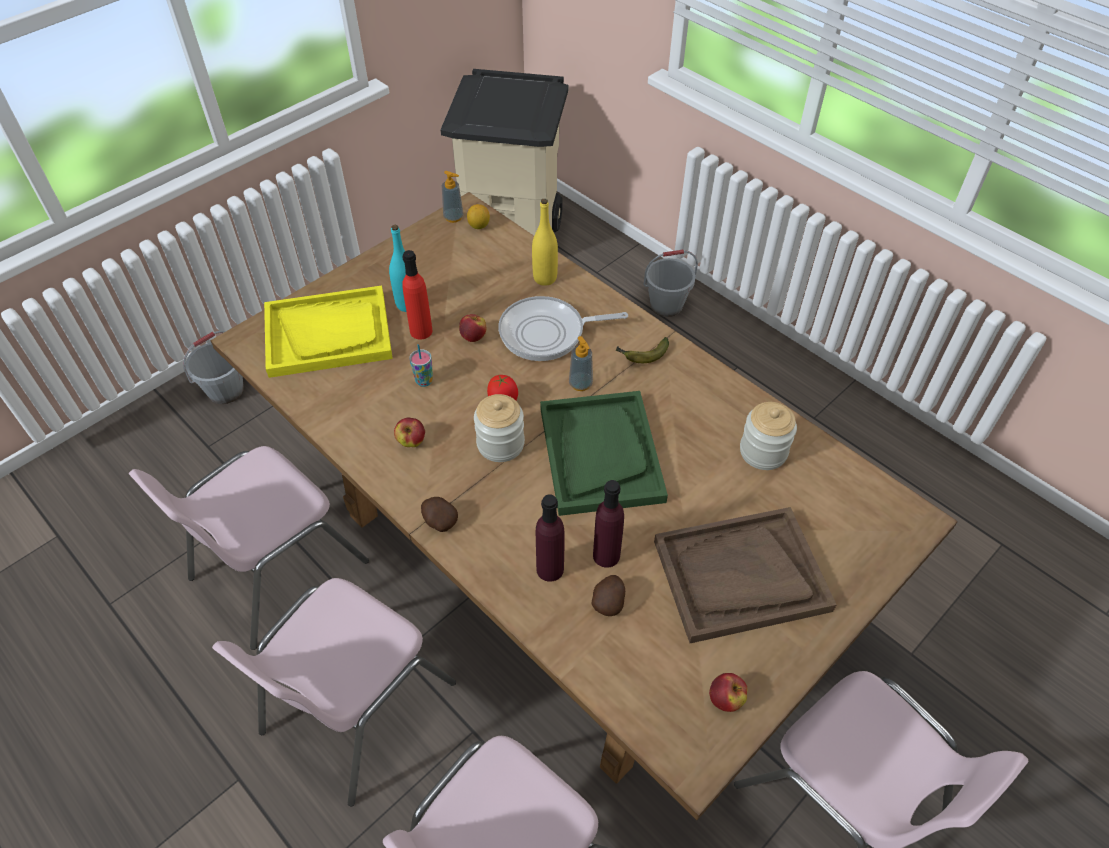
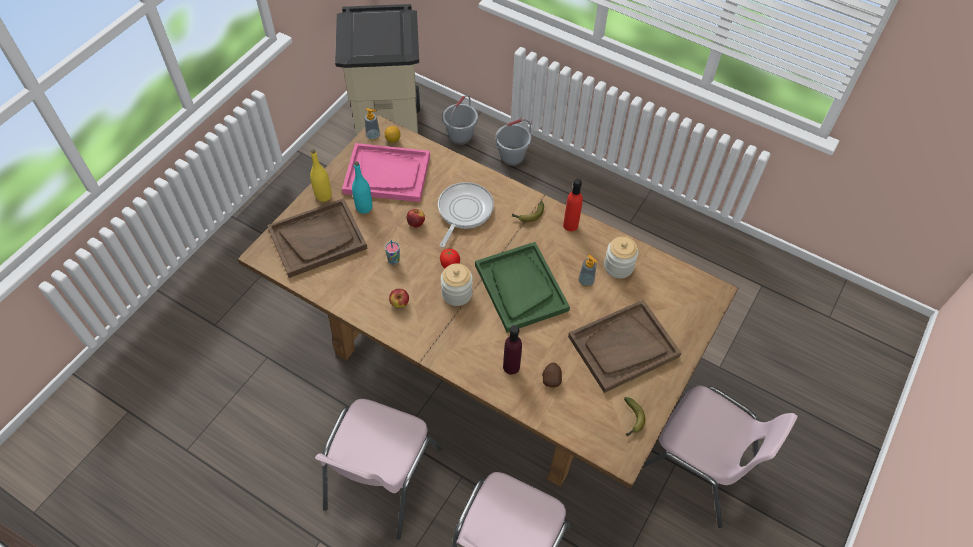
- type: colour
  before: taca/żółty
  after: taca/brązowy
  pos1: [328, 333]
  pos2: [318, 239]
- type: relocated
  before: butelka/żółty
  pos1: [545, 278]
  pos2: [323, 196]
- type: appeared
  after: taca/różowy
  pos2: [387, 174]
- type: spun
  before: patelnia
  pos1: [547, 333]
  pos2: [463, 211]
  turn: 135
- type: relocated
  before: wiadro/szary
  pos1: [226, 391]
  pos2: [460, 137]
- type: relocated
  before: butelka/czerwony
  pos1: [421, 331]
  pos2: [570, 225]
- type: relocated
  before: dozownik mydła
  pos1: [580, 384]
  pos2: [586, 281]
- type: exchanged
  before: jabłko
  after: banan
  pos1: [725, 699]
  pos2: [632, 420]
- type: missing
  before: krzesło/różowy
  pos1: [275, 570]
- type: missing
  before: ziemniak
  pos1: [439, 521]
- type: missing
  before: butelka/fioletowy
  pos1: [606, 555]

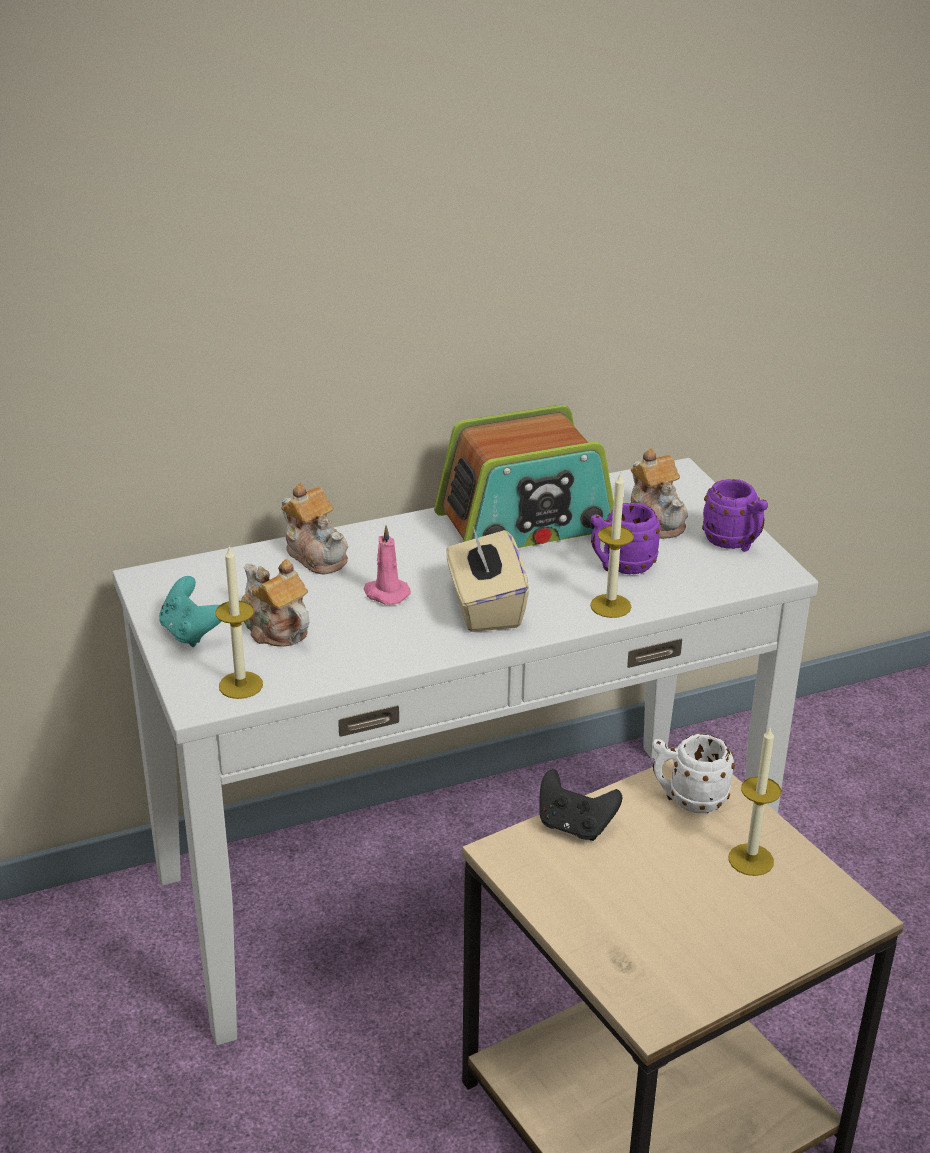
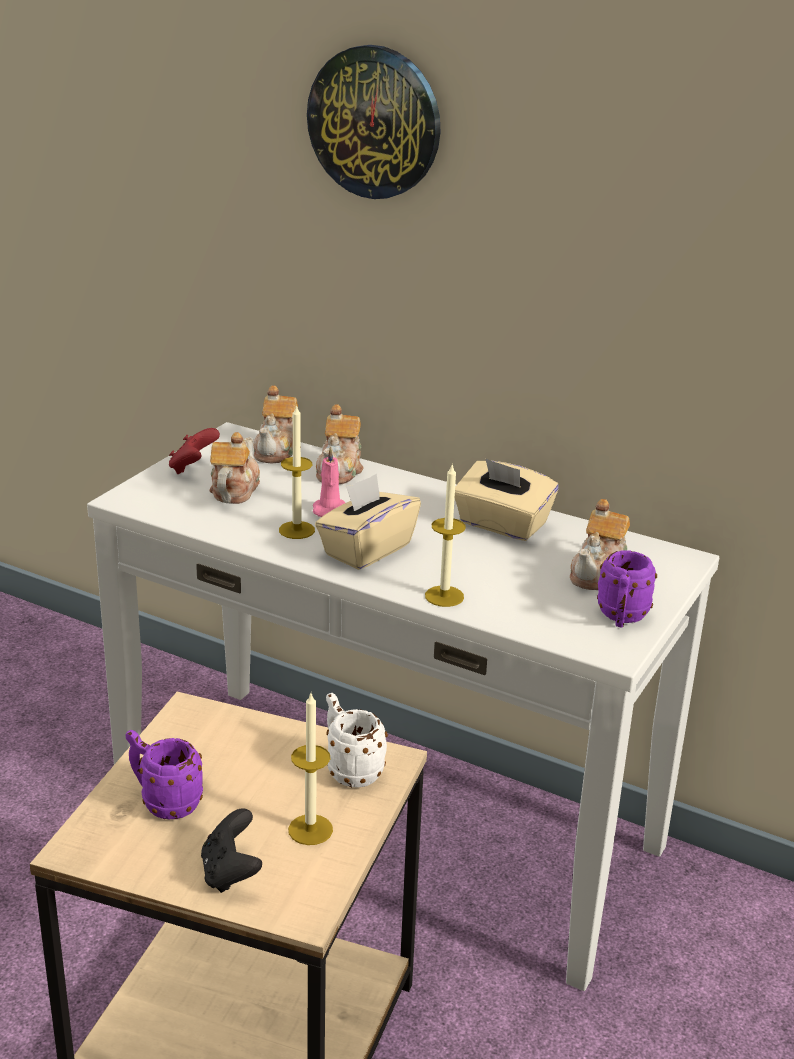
- type: relocated
  before: kubek/fioletowy
  pos1: [621, 566]
  pos2: [164, 802]
- type: colour
  before: pad do gier/turkusowy
  after: pad do gier/czerwony
  pos1: [191, 632]
  pos2: [193, 468]
- type: relocated
  before: pad do gier/czarny
  pos1: [574, 826]
  pos2: [230, 873]
- type: appeared
  after: imbryk
  pos2: [278, 450]
- type: relocated
  before: świeca
  pos1: [240, 685]
  pos2: [296, 530]
- type: appeared
  after: zegar ścienny
  pos2: [375, 122]
- type: exchanged
  before: radio
  after: pudełko chusteczek/beżowy
  pos1: [525, 523]
  pos2: [502, 525]

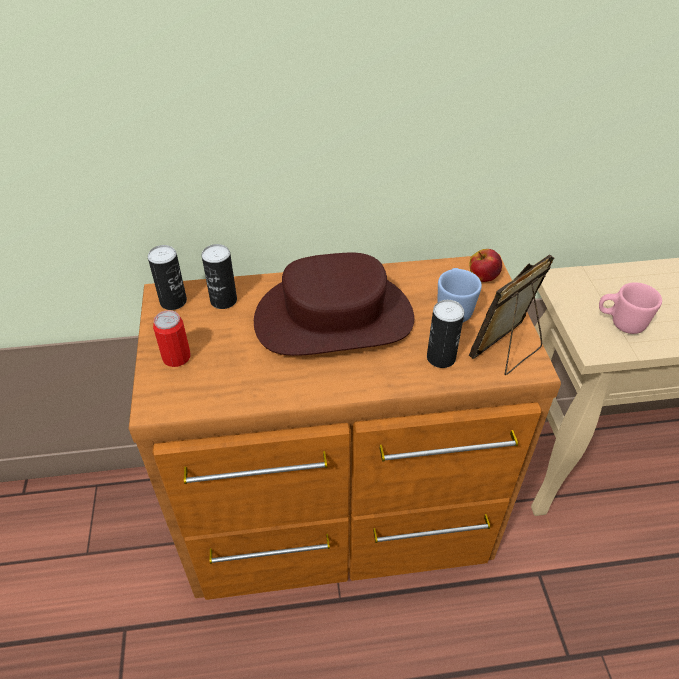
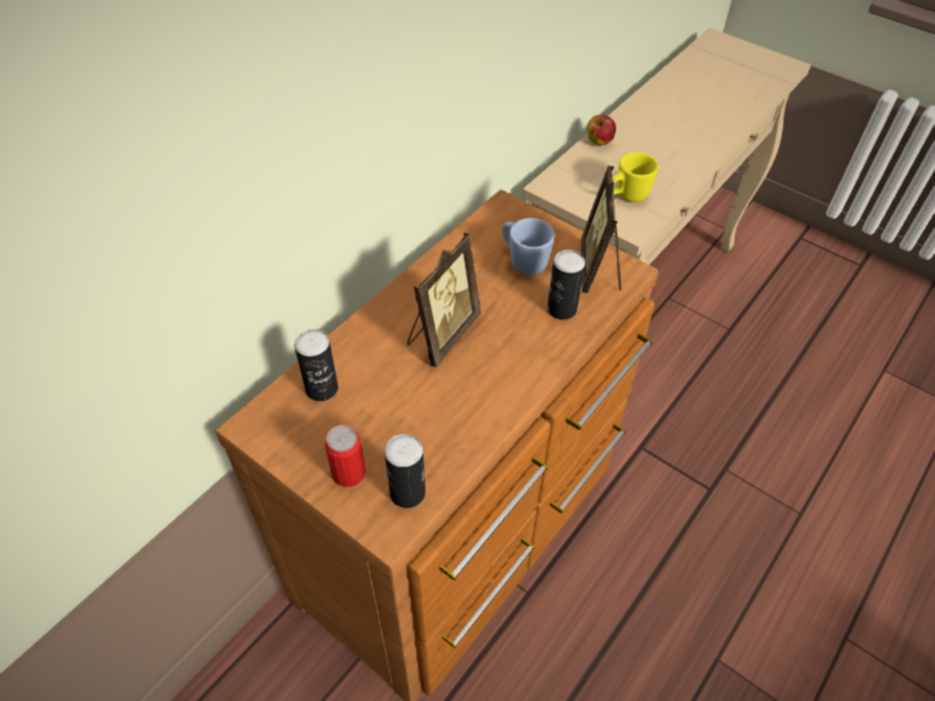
- type: relocated
  before: puszka
  pos1: [173, 301]
  pos2: [407, 492]
- type: exchanged
  before: kapelusz/brązowy
  after: ramka na zdjęcie
  pos1: [334, 318]
  pos2: [441, 334]
- type: relocated
  before: jabłko
  pos1: [482, 277]
  pos2: [599, 142]
- type: colour
  before: kubek/różowy
  after: kubek/żółty
  pos1: [620, 323]
  pos2: [626, 196]

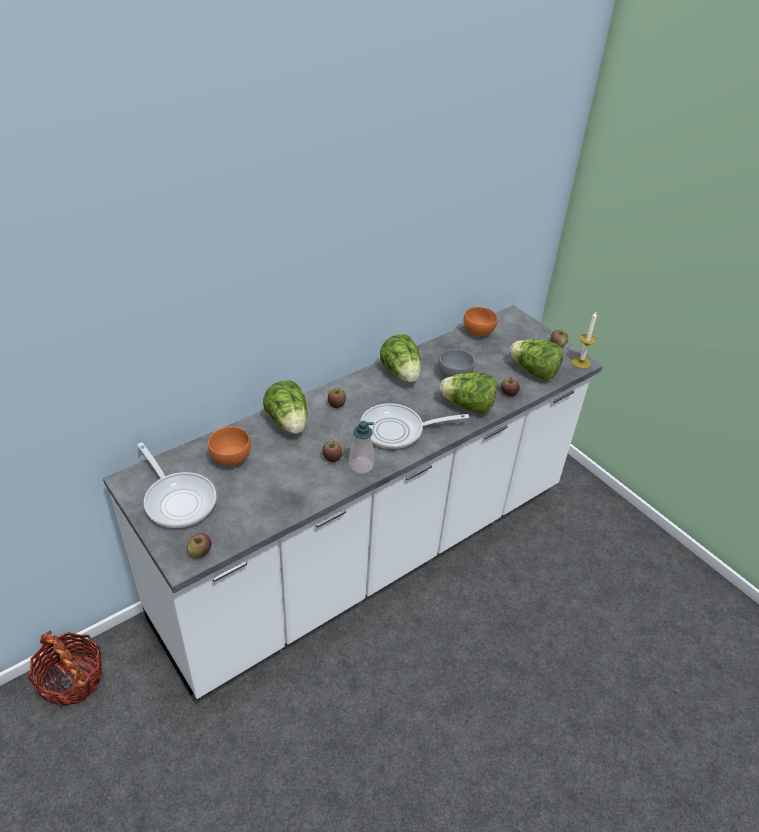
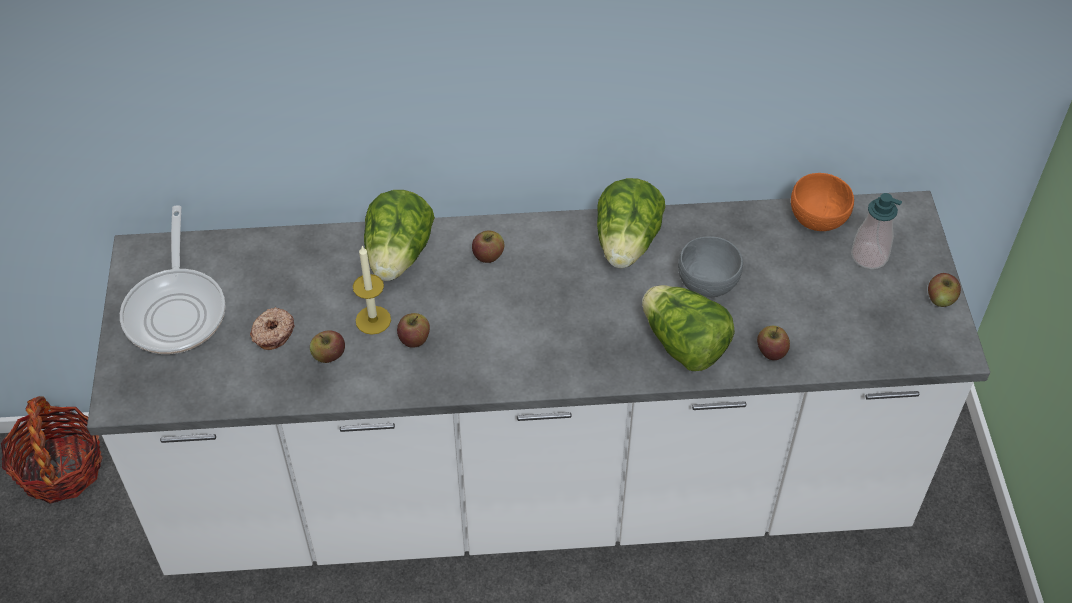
- type: appeared
  after: donut
  pos2: [272, 333]
- type: relocated
  before: jabłko
  pos1: [200, 552]
  pos2: [329, 355]
- type: relocated
  before: świeca
  pos1: [581, 362]
  pos2: [373, 320]
- type: relocated
  before: dozownik mydła
  pos1: [361, 465]
  pos2: [869, 256]
- type: missing
  before: miska/pomarańczowy
  pos1: [232, 458]
- type: missing
  before: patelnia
  pos1: [397, 430]
- type: missing
  before: sałata
  pos1: [533, 371]

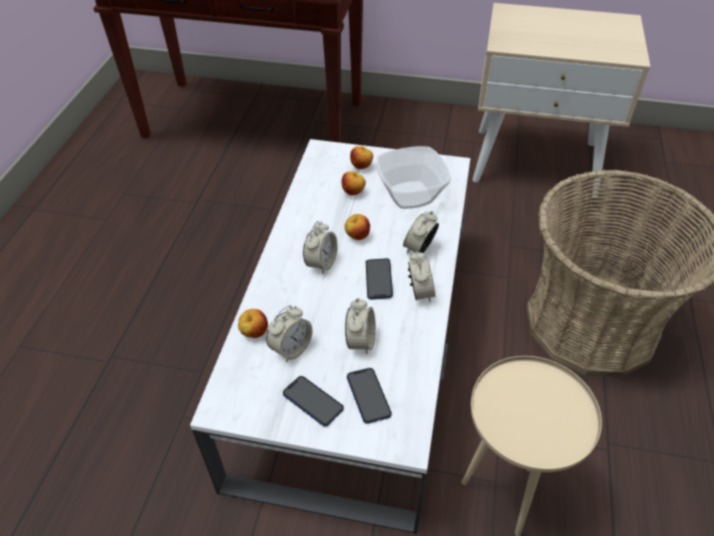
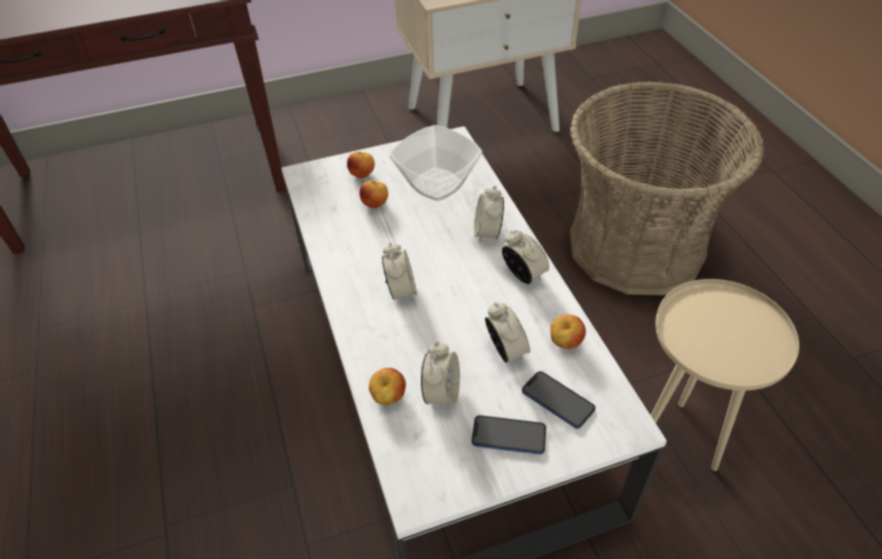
- type: relocated
  before: jabłko
  pos1: [357, 236]
  pos2: [565, 343]
- type: missing
  before: telefon
  pos1: [378, 279]

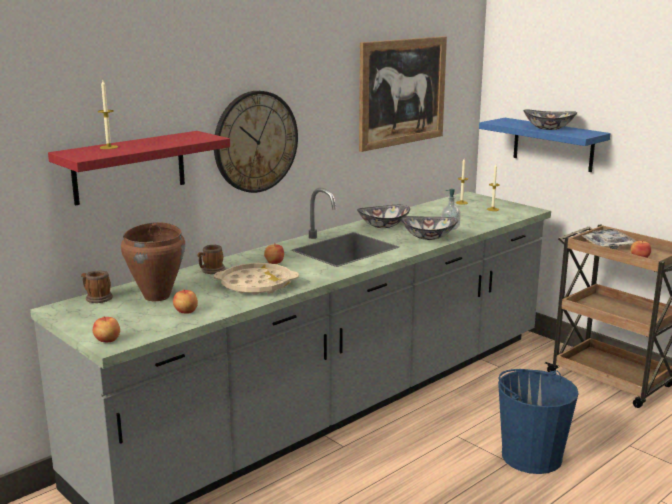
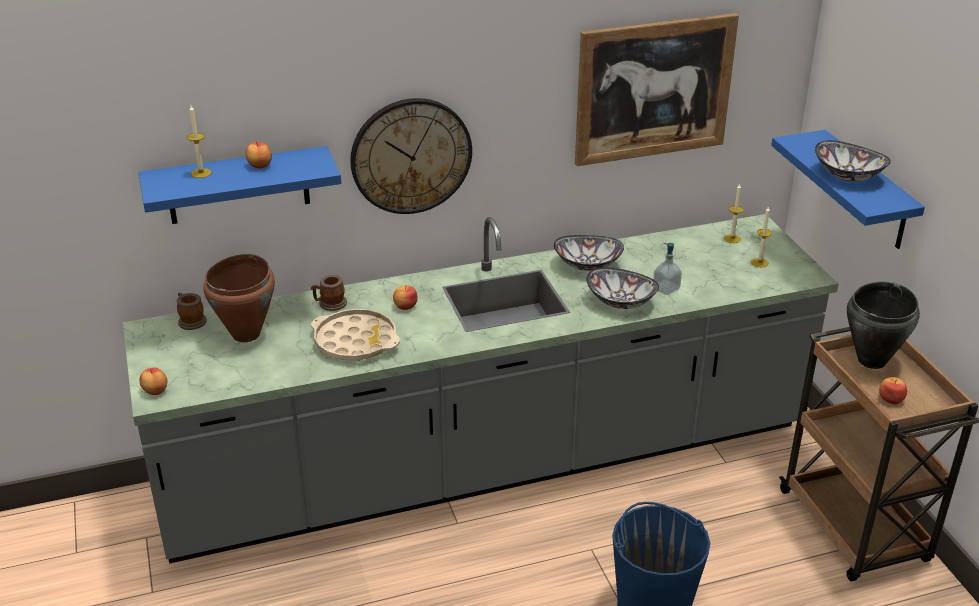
- type: colour
  before: półka/czerwony
  after: półka/niebieski
  pos1: [129, 167]
  pos2: [238, 185]
- type: relocated
  before: jabłko
  pos1: [186, 311]
  pos2: [259, 165]
- type: exchanged
  before: taca
  after: garnek/czarny
  pos1: [606, 244]
  pos2: [872, 360]

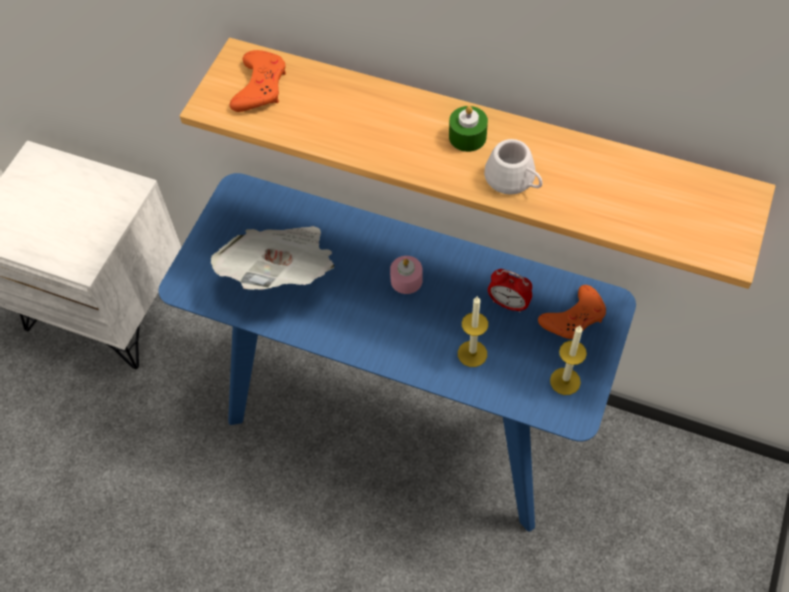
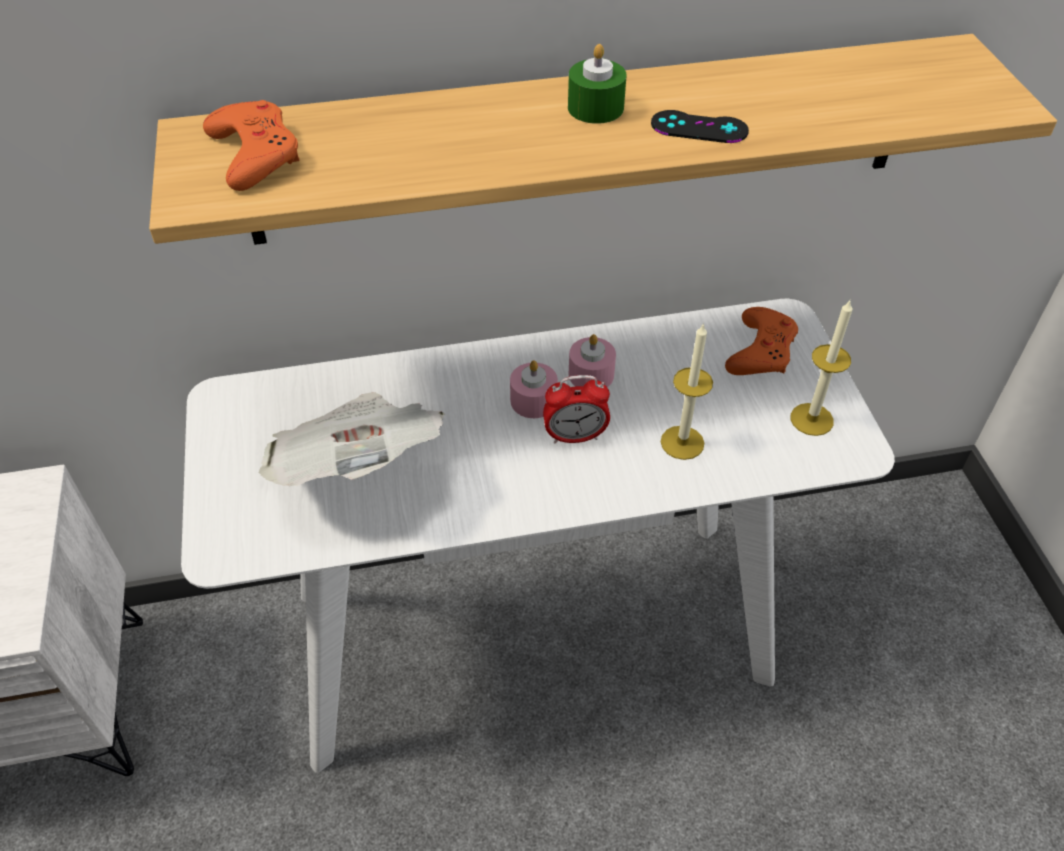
- type: colour
  before: stolik konsolowy/niebieski
  after: stolik konsolowy/biały
  pos1: [401, 412]
  pos2: [531, 634]
- type: relocated
  before: budzik
  pos1: [508, 304]
  pos2: [575, 436]
- type: appeared
  after: świeca/różowy
  pos2: [591, 374]
- type: exchanged
  before: kubek/biały
  after: pad do gier/czarny
  pos1: [514, 180]
  pos2: [699, 127]

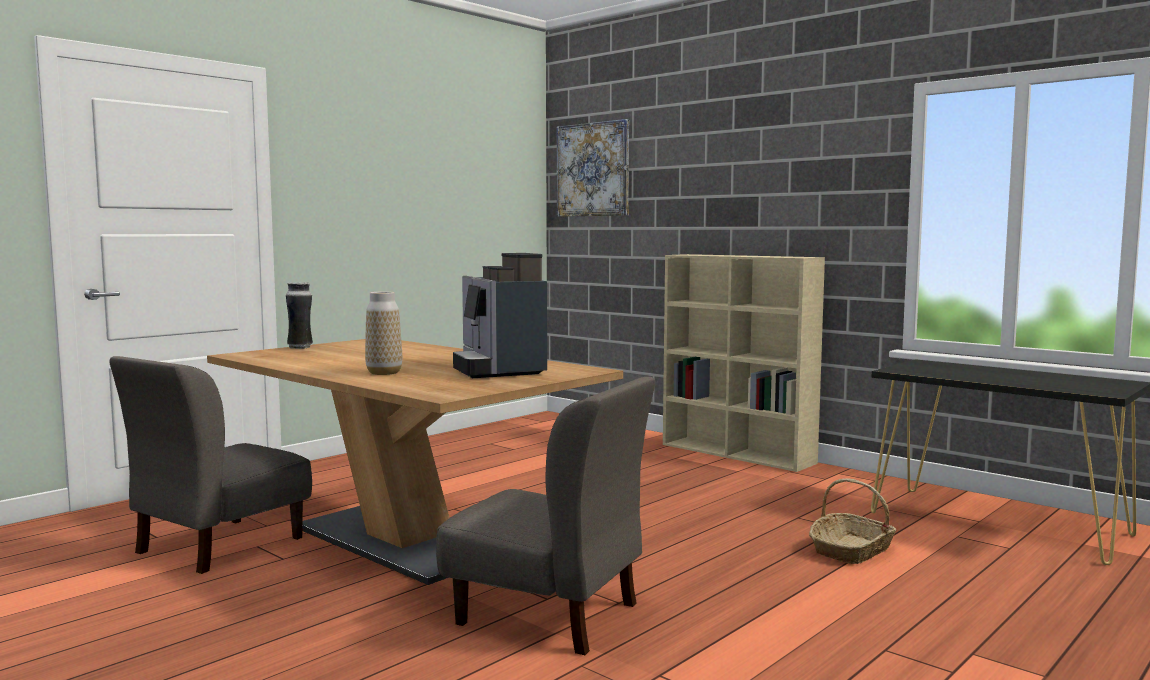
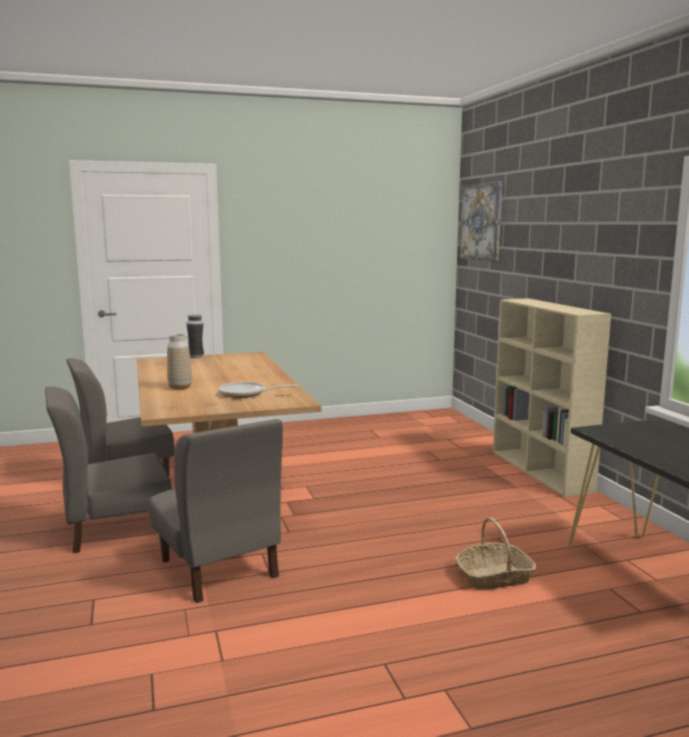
- type: appeared
  after: krzesło/szary
  pos2: [114, 529]
- type: exchanged
  before: ekspres do kawy
  after: patelnia
  pos1: [498, 370]
  pos2: [246, 394]

